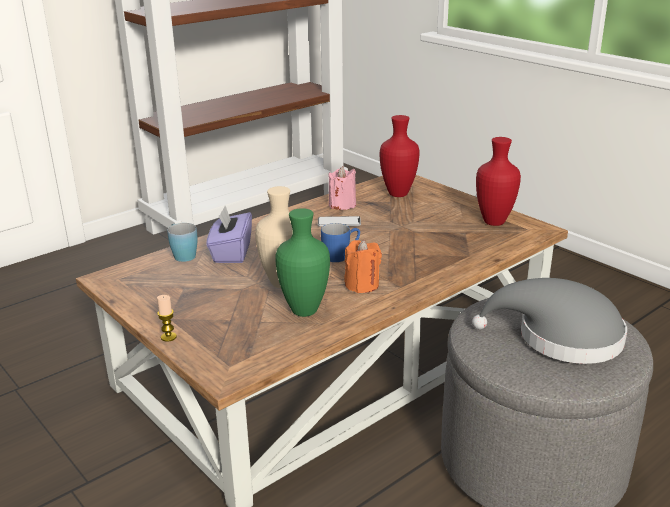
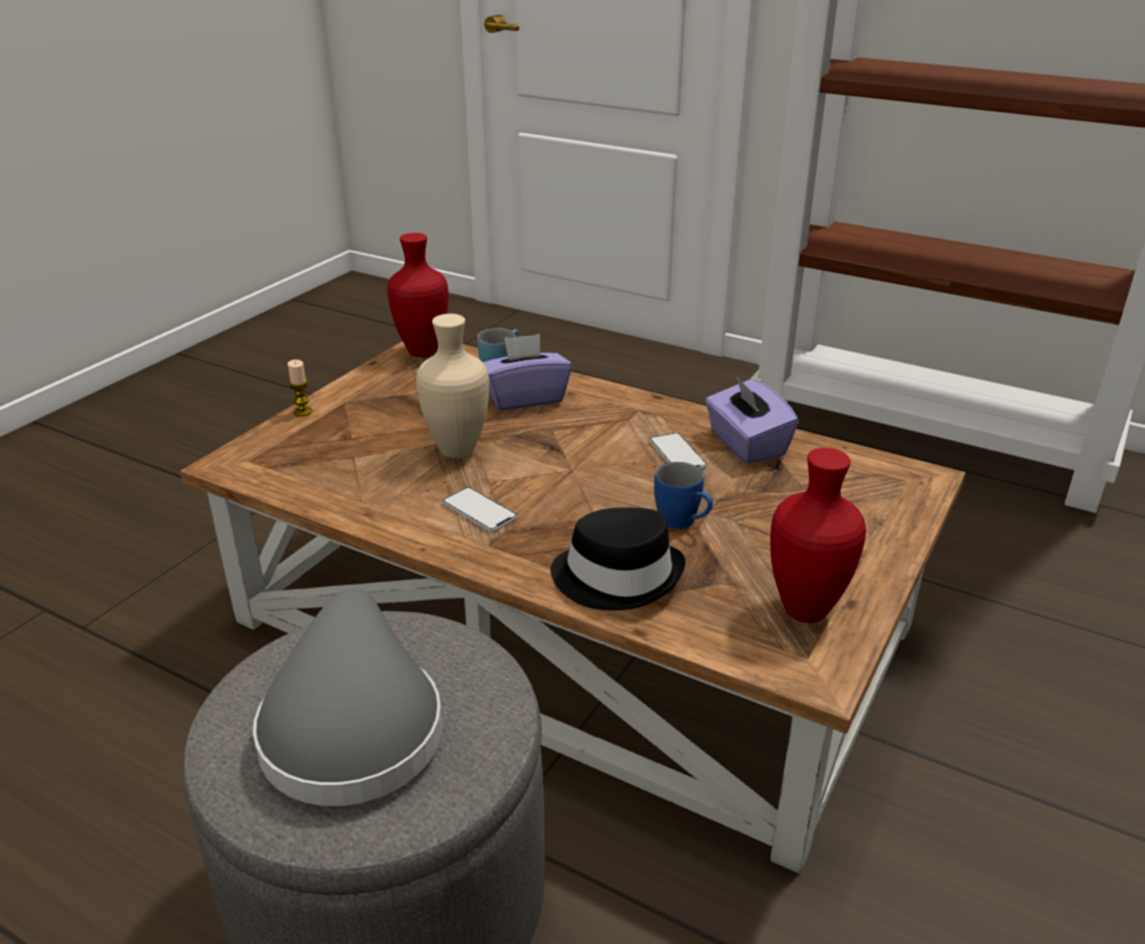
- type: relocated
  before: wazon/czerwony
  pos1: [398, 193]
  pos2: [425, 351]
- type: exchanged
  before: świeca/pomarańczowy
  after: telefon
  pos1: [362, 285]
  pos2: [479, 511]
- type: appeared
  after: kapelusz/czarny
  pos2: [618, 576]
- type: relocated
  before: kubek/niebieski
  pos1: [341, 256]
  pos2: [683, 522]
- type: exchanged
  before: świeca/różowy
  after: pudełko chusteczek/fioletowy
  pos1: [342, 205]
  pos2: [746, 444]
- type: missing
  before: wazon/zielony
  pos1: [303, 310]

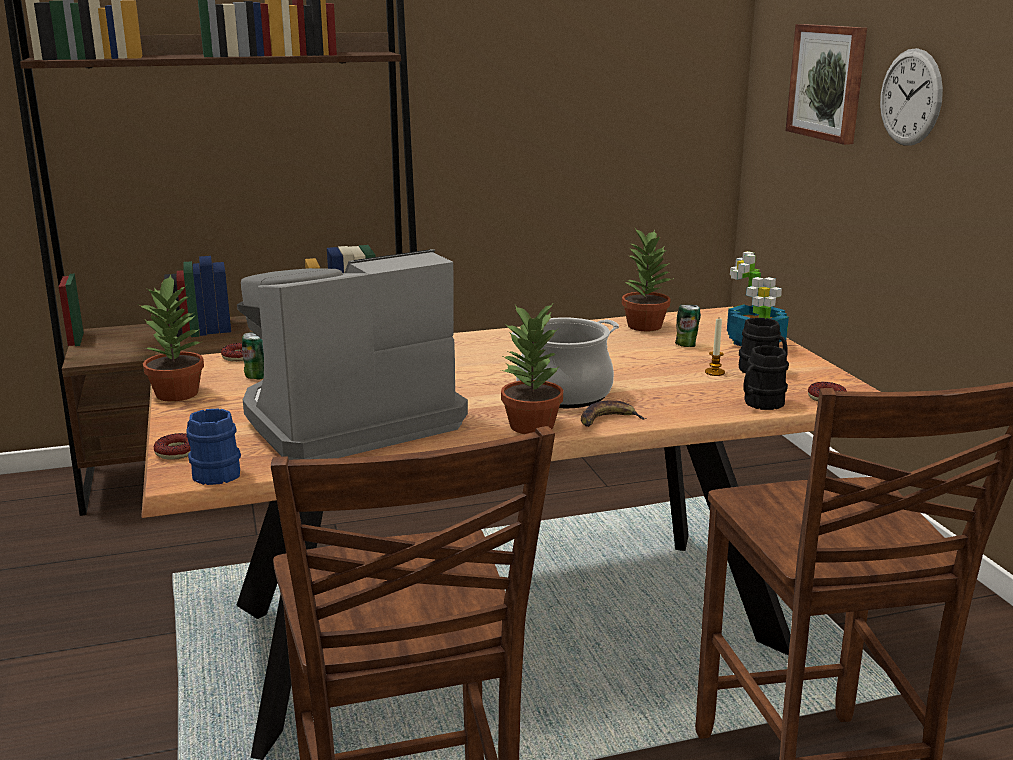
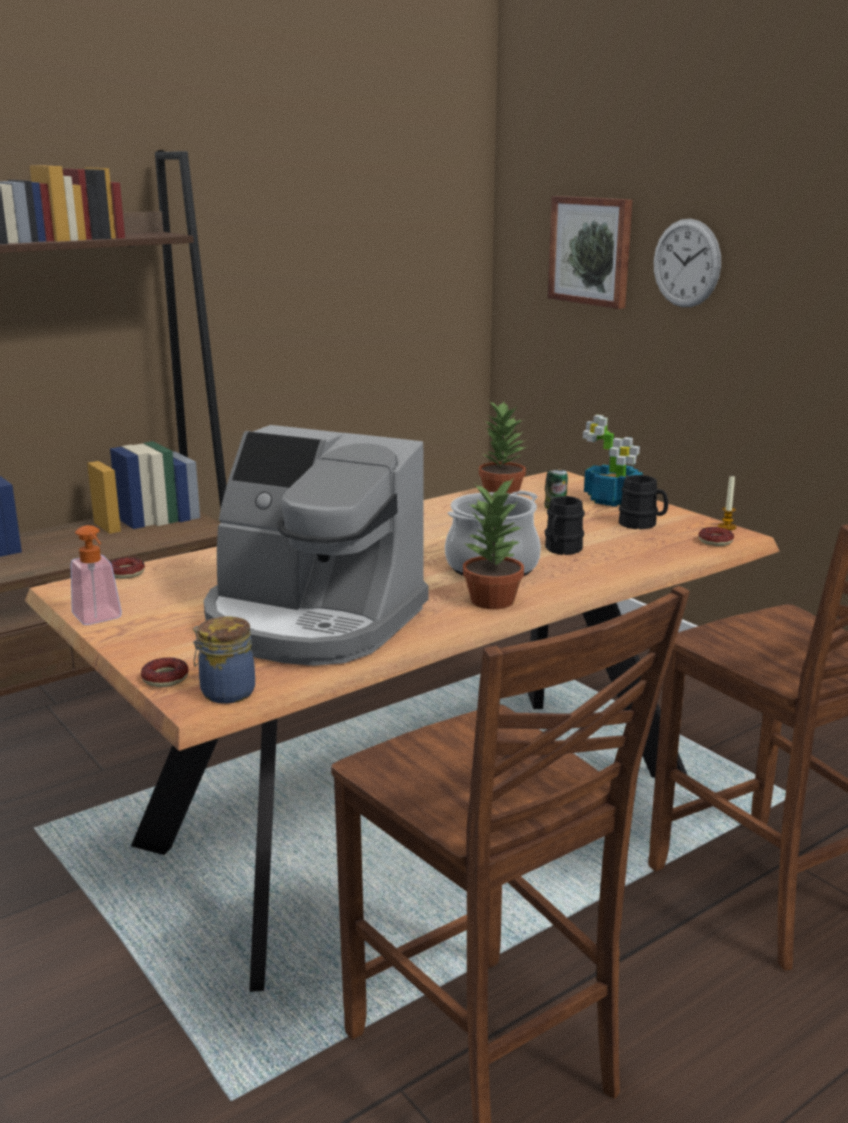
- type: exchanged
  before: roślina doniczkowa
  after: dozownik mydła
  pos1: [178, 393]
  pos2: [100, 619]
- type: exchanged
  before: kubek/niebieski
  after: słoik
  pos1: [211, 472]
  pos2: [225, 692]
- type: spun
  before: ekspres do kawy
  pos1: [347, 421]
  pos2: [312, 621]
  turn: -105
- type: relocated
  before: kubek/czarny
  pos1: [760, 403]
  pos2: [561, 550]
- type: relocated
  before: świeca
  pos1: [714, 372]
  pos2: [727, 527]
- type: missing
  before: puszka
  pos1: [256, 376]
- type: missing
  before: banan
  pos1: [608, 420]

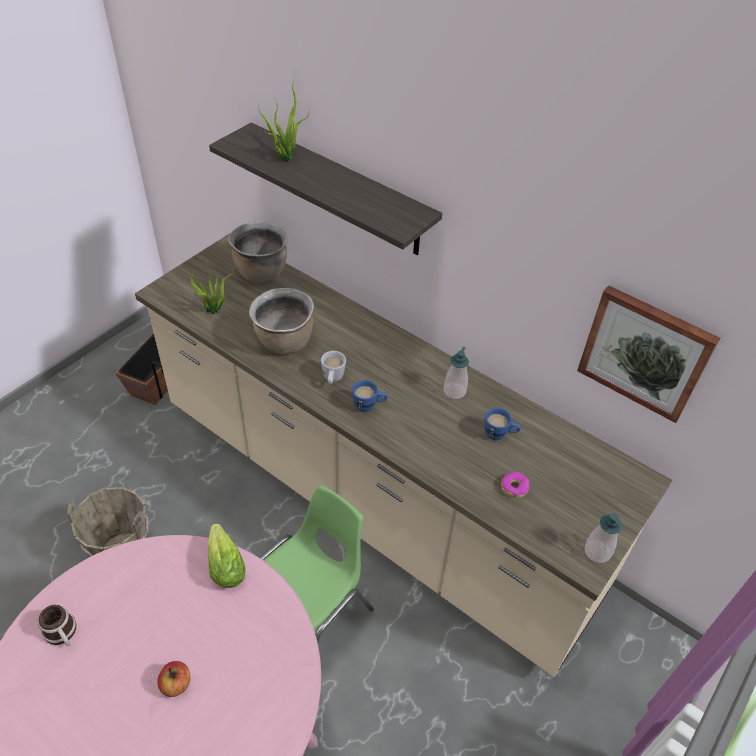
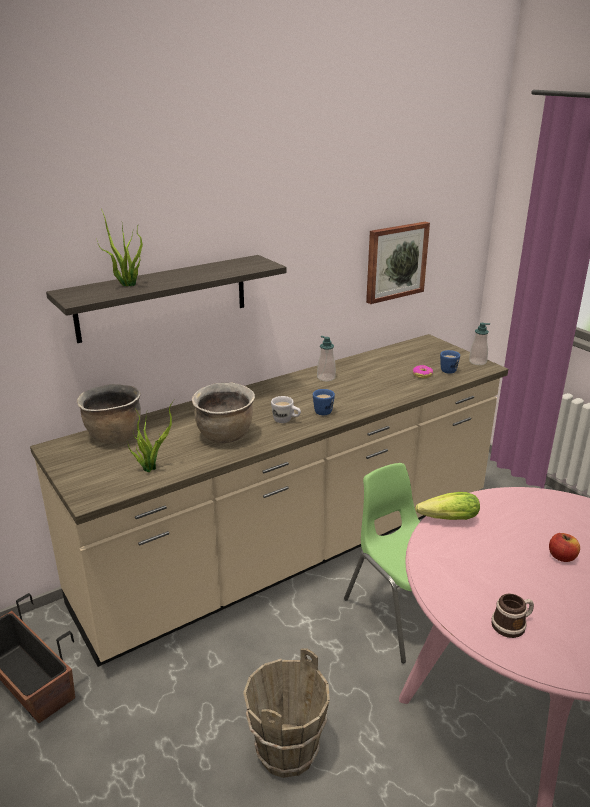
- type: relocated
  before: kubek/niebieski
  pos1: [499, 434]
  pos2: [449, 369]

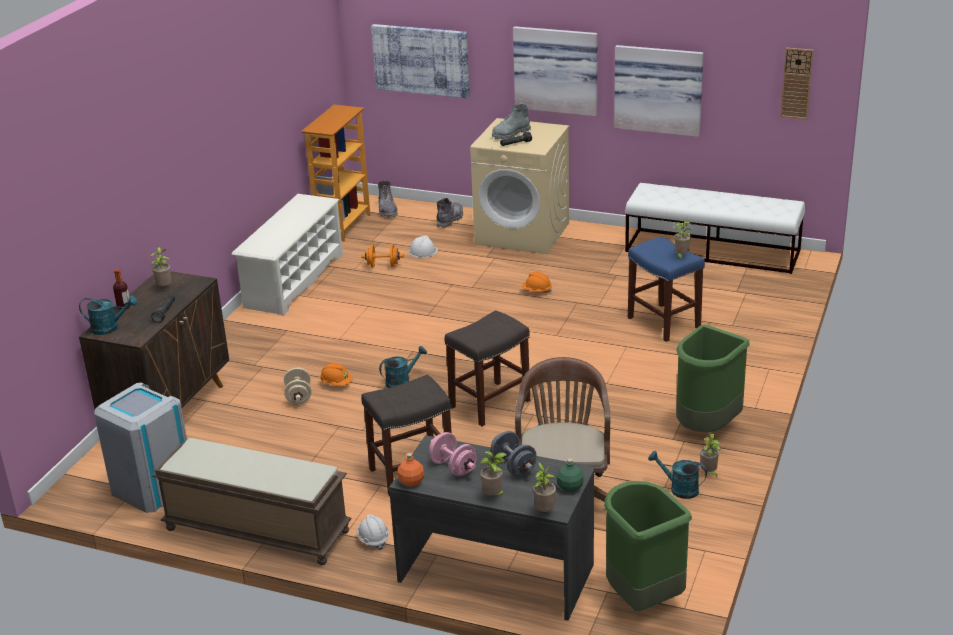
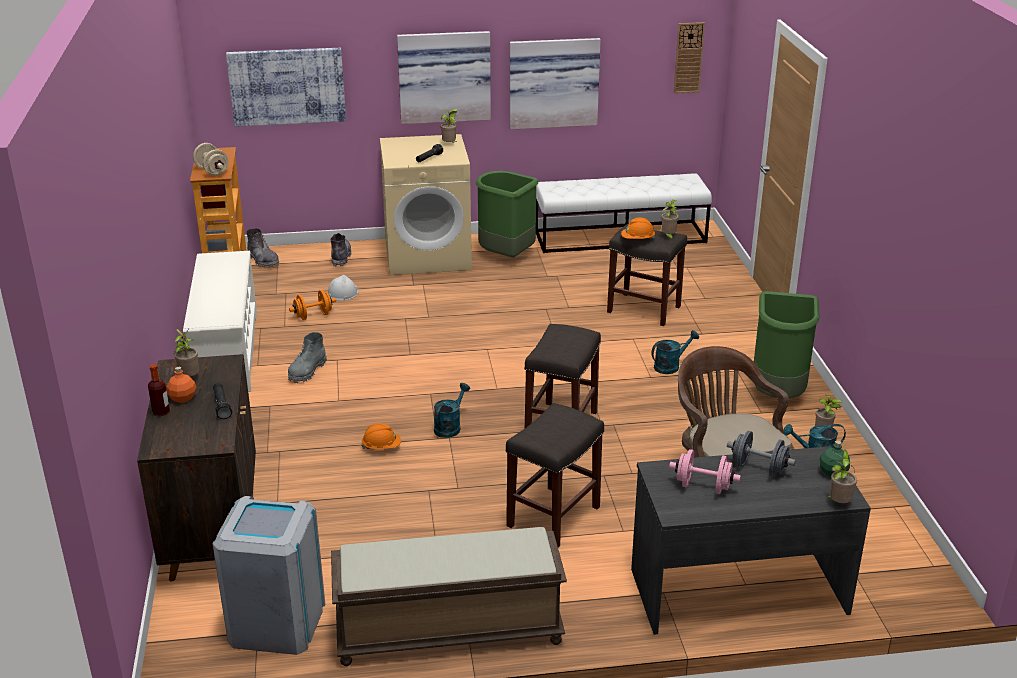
- type: relocated
  before: butelka/pomarańczowy
  pos1: [412, 482]
  pos2: [183, 398]
- type: relocated
  before: hantel/beżowy
  pos1: [298, 396]
  pos2: [212, 171]
- type: relocated
  before: but z cholewką/szary
  pos1: [510, 134]
  pos2: [307, 371]
- type: relocated
  before: roślina doniczkowa
  pos1: [493, 496]
  pos2: [450, 144]
- type: relocated
  before: kosz na śmieci/zielony
  pos1: [641, 598]
  pos2: [505, 256]
- type: colour
  before: stołek/niebieski
  after: stołek/szary
  pos1: [664, 323]
  pos2: [645, 309]
- type: relocated
  before: kask/pomarańczowy
  pos1: [536, 291]
  pos2: [637, 239]
- type: relocated
  before: konewka/turkusowy
  pos1: [110, 328]
  pos2: [670, 366]
- type: missing
  before: kask/biały
  pos1: [373, 539]

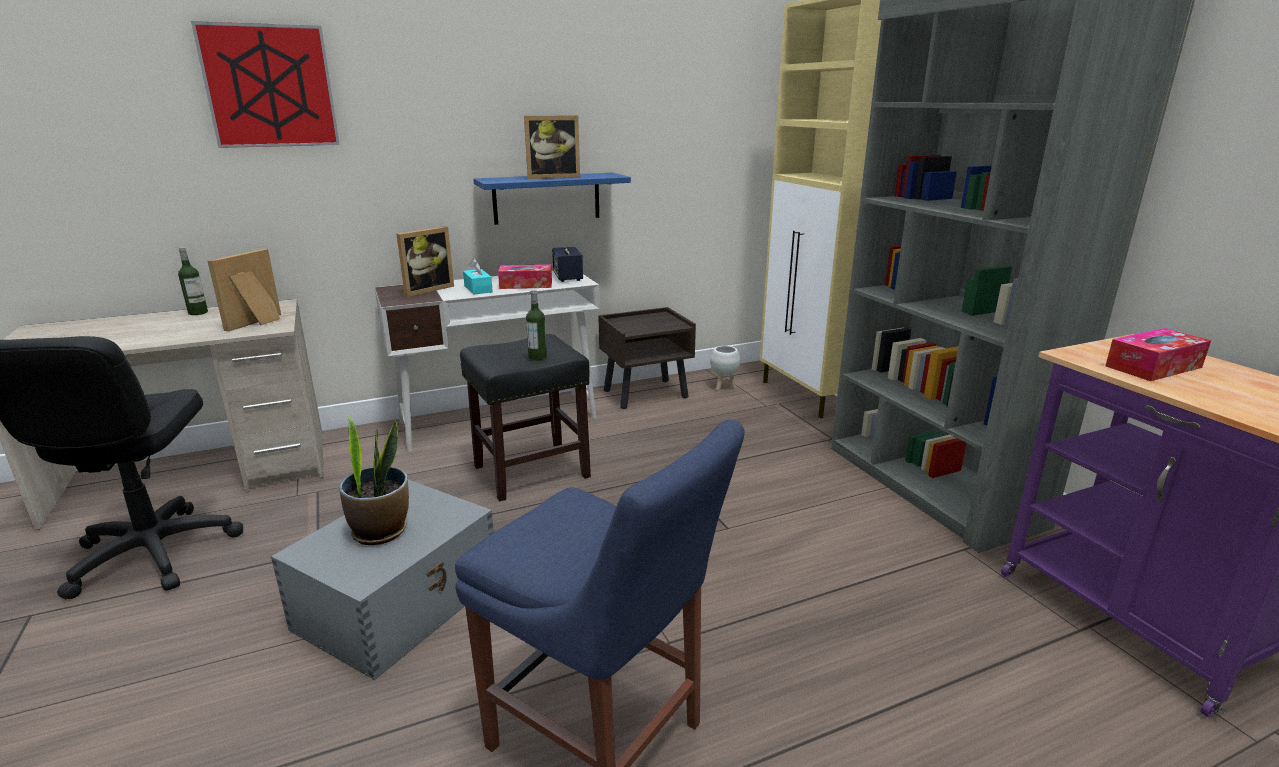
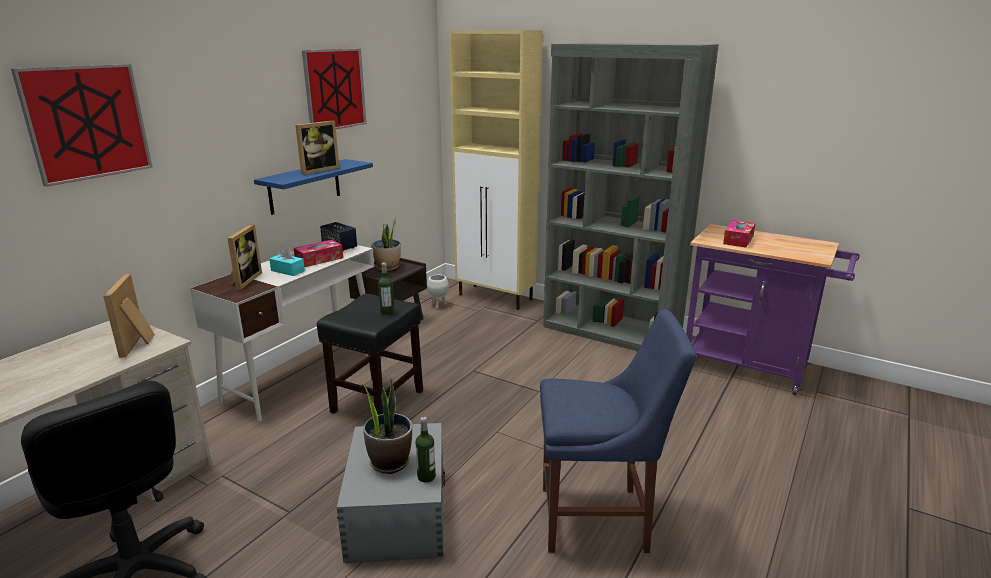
- type: appeared
  after: obraz
  pos2: [334, 89]
- type: appeared
  after: roślina doniczkowa
  pos2: [388, 267]
- type: relocated
  before: butelka
  pos1: [198, 313]
  pos2: [426, 476]

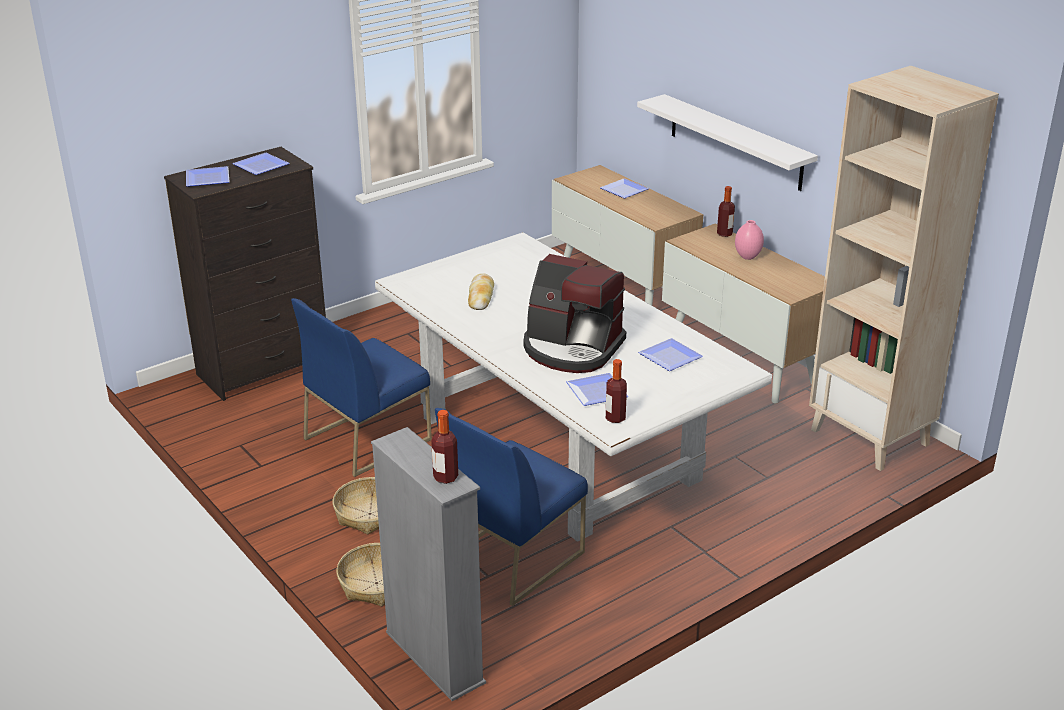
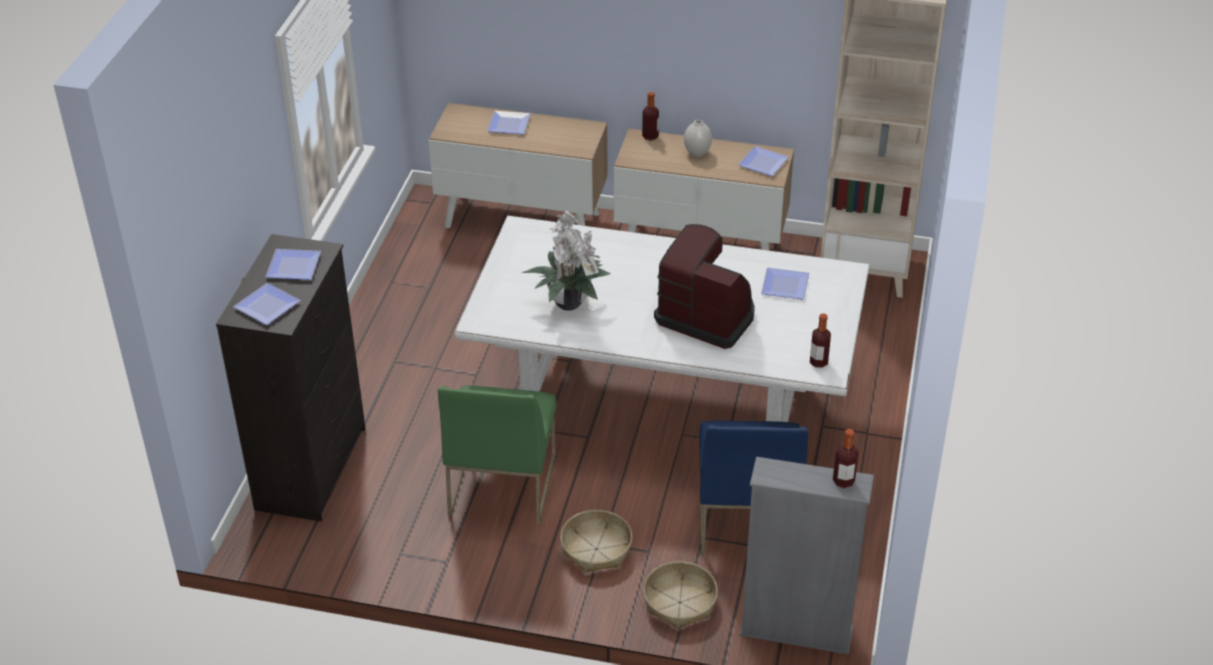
- type: colour
  before: krzesło/niebieski
  after: krzesło/zielony
  pos1: [367, 438]
  pos2: [502, 483]
- type: exchanged
  before: chleb
  after: roślina doniczkowa
  pos1: [481, 297]
  pos2: [568, 302]
- type: spun
  before: ekspres do kawy
  pos1: [572, 349]
  pos2: [707, 316]
  turn: -135
- type: colour
  before: wazon/różowy
  after: wazon/biały
  pos1: [748, 257]
  pos2: [697, 153]
- type: relocated
  before: talerz
  pos1: [594, 391]
  pos2: [761, 163]
- type: missing
  before: półka/biały
  pos1: [735, 142]

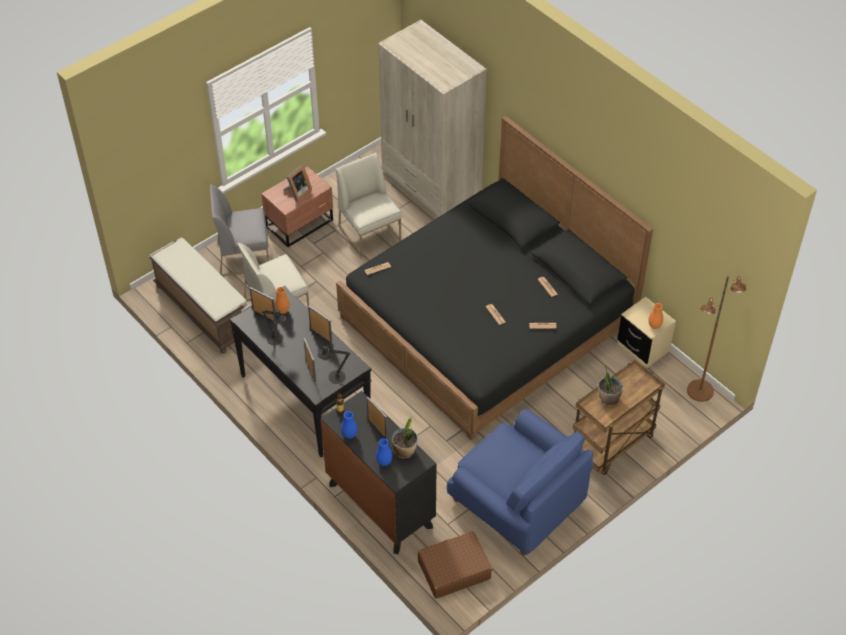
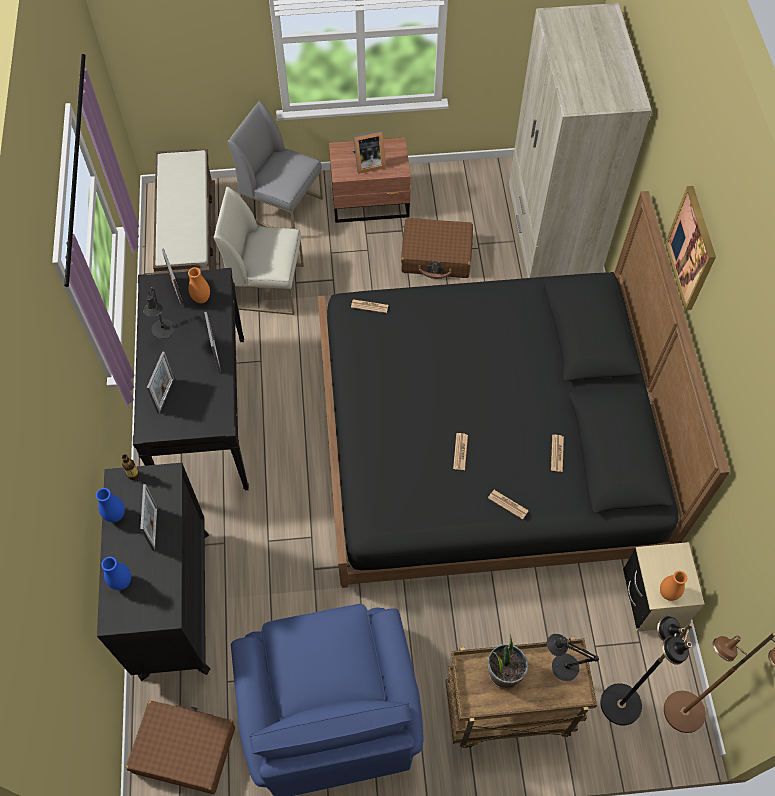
- type: exchanged
  before: krzesło/biały
  after: walizka/brązowy
  pos1: [370, 233]
  pos2: [437, 255]
- type: relocated
  before: lampa stołowa/czarny
  pos1: [334, 378]
  pos2: [561, 666]
- type: appeared
  after: lampa stojąca/czarny
  pos2: [619, 704]
- type: appeared
  after: obraz
  pos2: [692, 248]
- type: missing
  before: roślina doniczkowa
  pos1: [404, 450]

